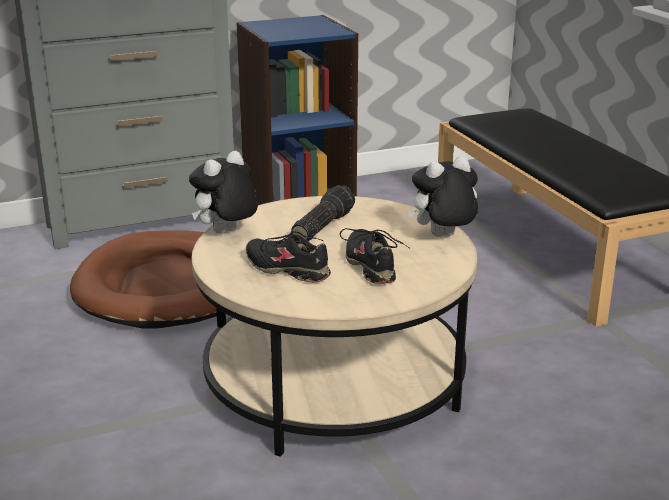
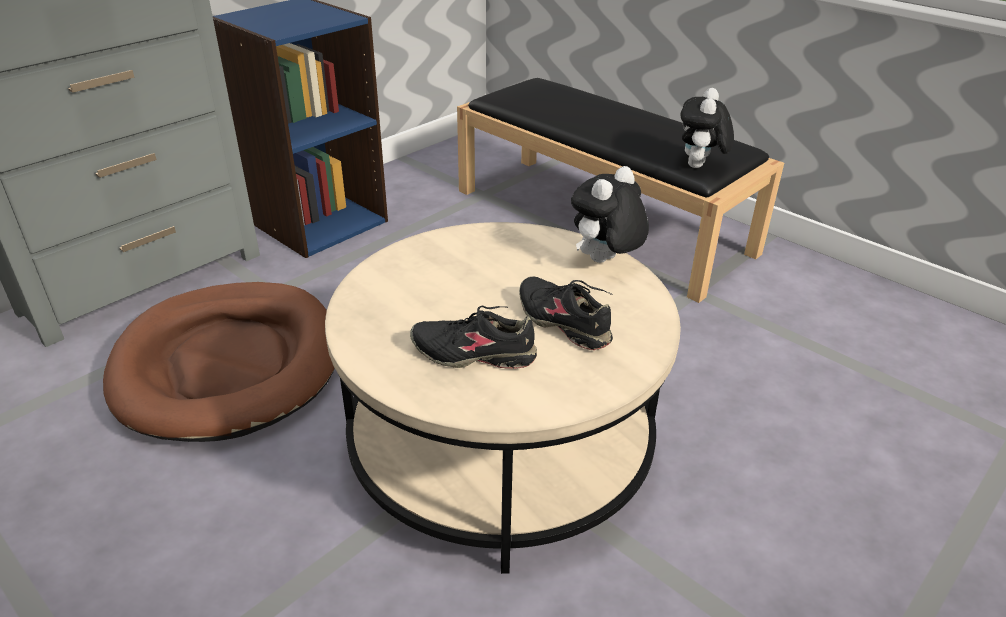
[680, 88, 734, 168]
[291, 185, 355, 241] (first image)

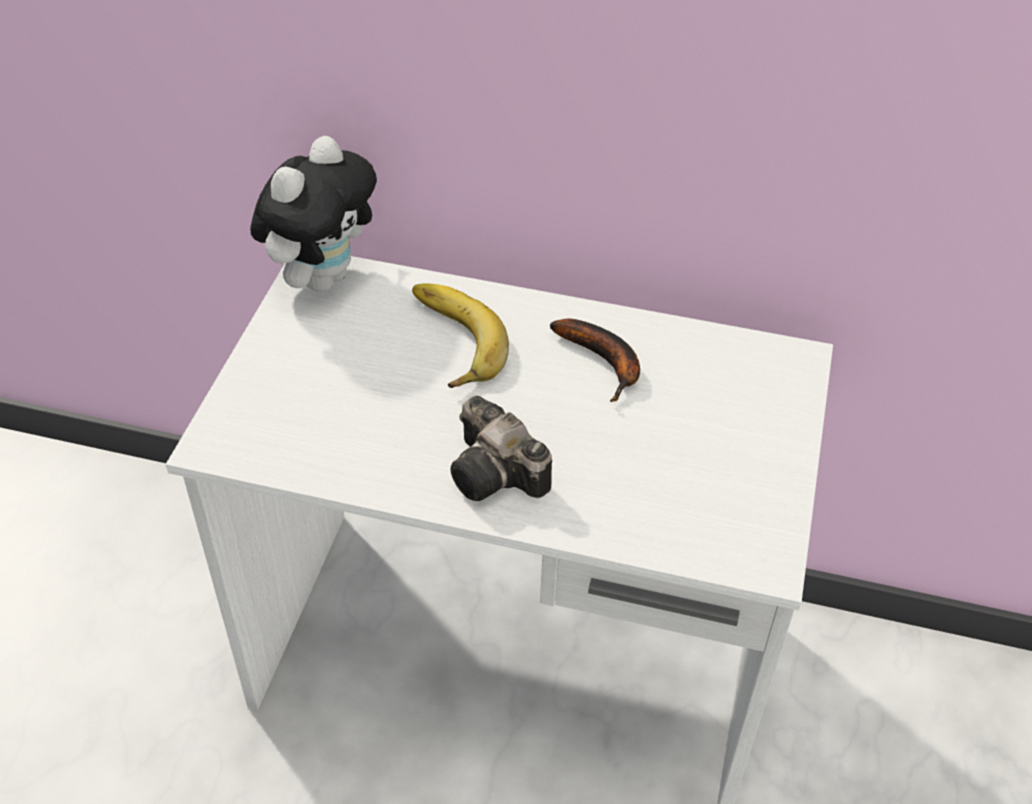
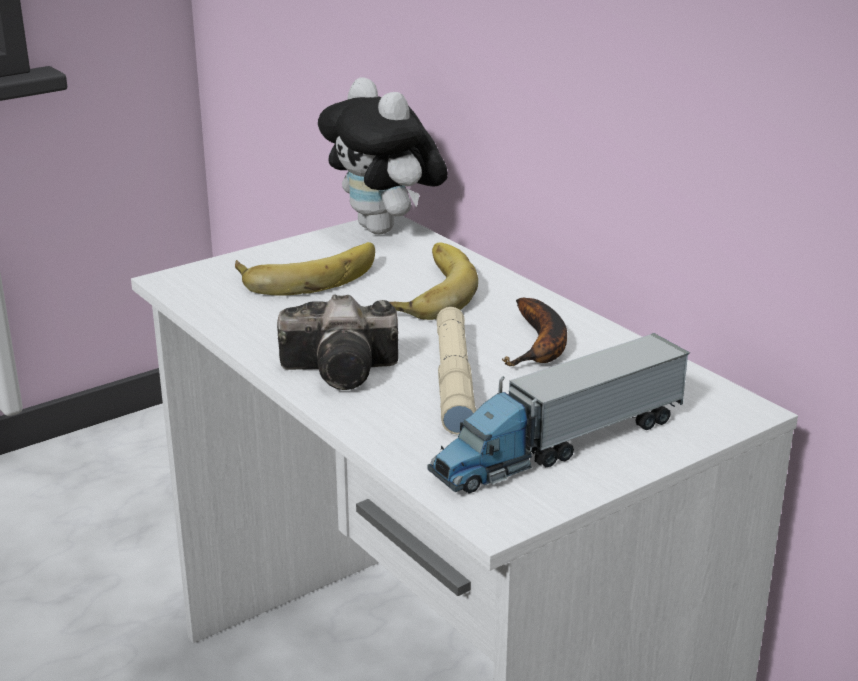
[318, 77, 448, 234]
[277, 294, 398, 390]
[235, 242, 375, 295]
[428, 333, 690, 494]
[436, 307, 476, 435]

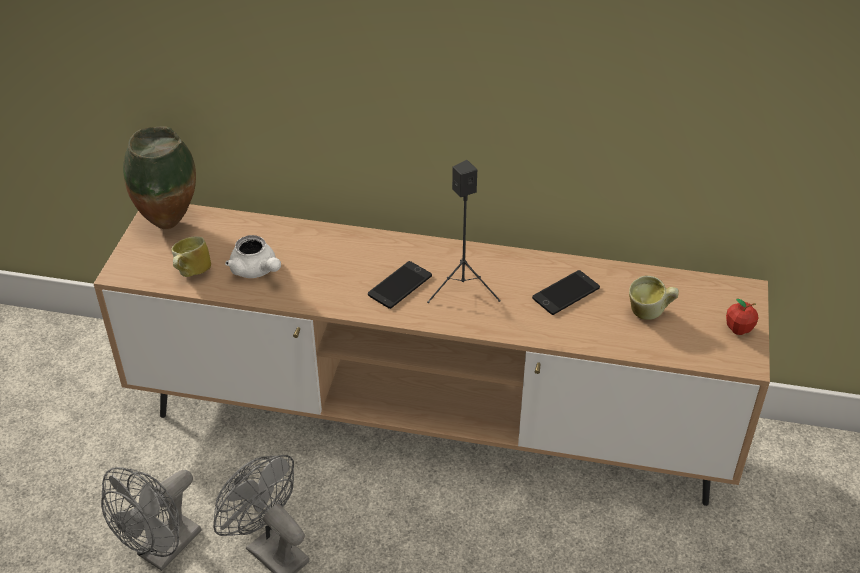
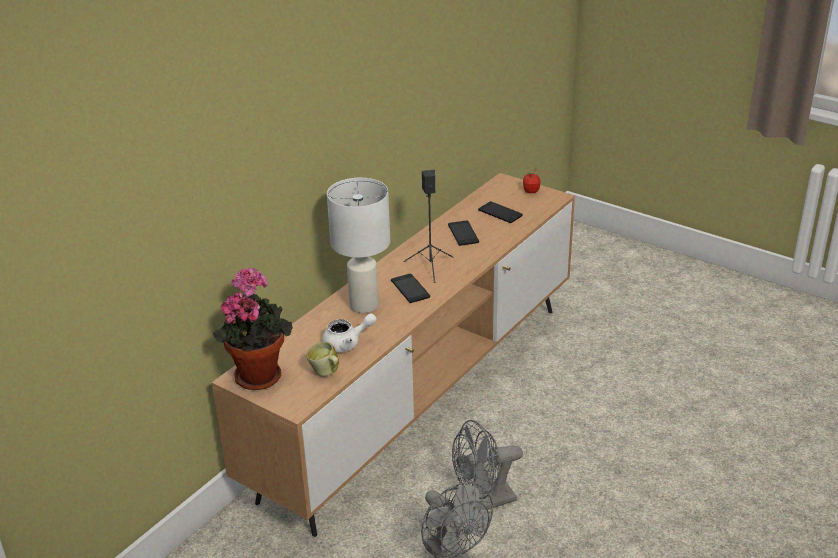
[212, 268, 293, 390]
[478, 201, 523, 223]
[327, 178, 390, 313]

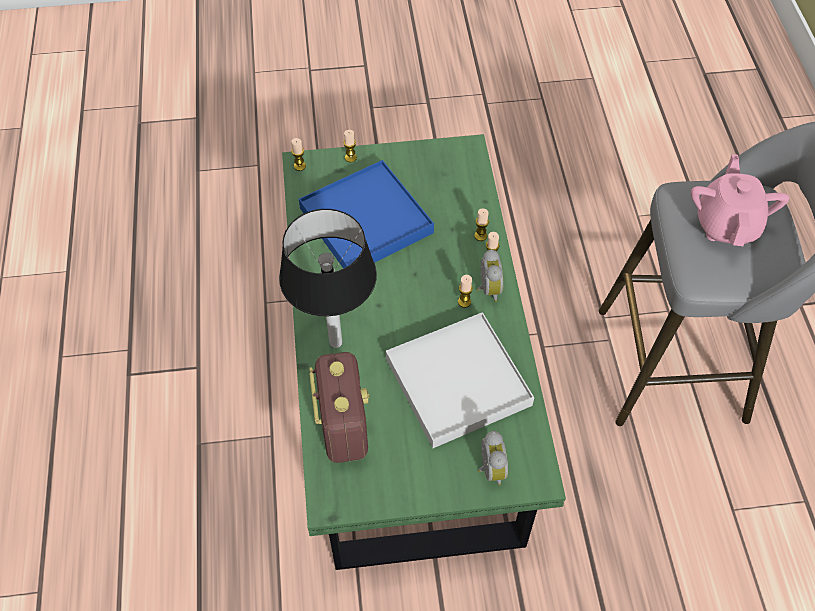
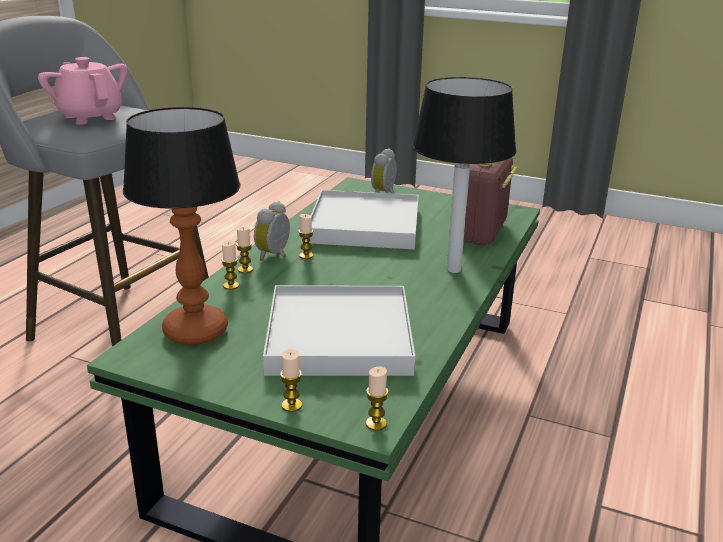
[263, 285, 415, 376]
[38, 57, 128, 125]
[123, 107, 240, 345]

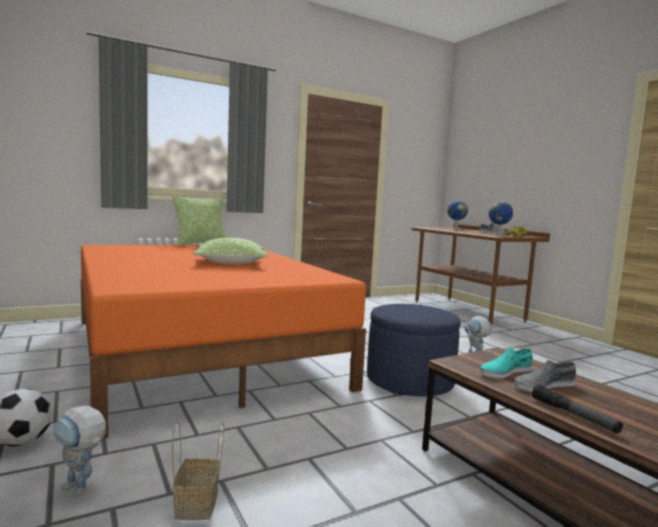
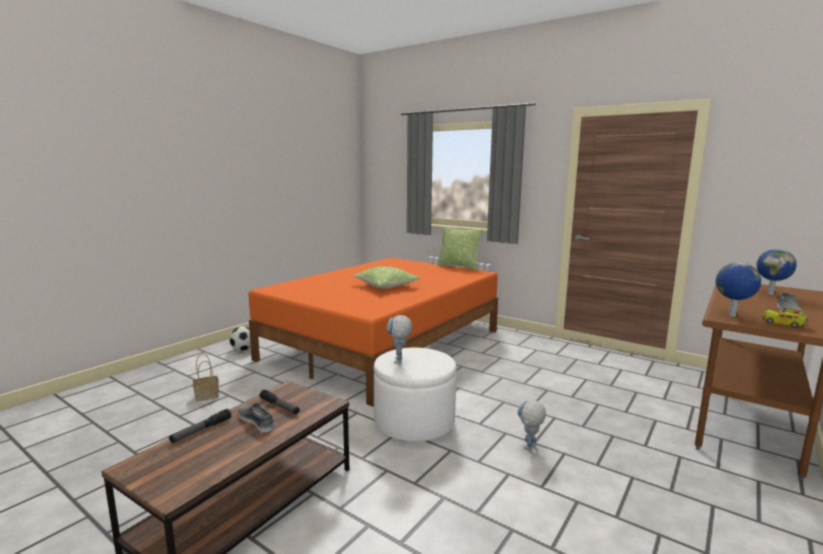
[387, 315, 412, 364]
[374, 348, 456, 442]
[259, 389, 300, 414]

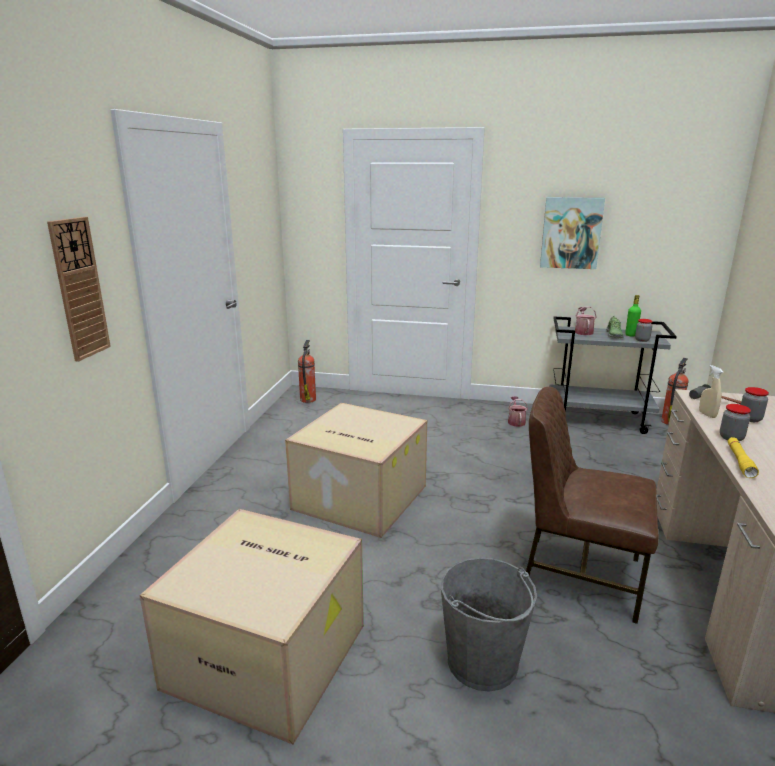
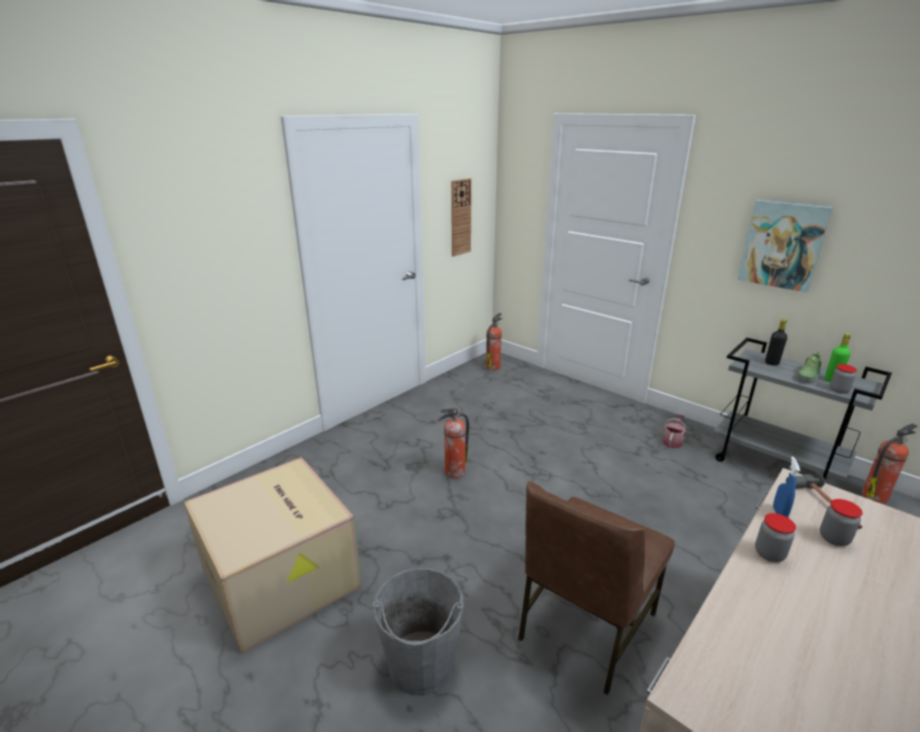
[451, 178, 472, 257]
[437, 408, 469, 478]
[518, 482, 675, 695]
[765, 319, 787, 366]
[773, 457, 800, 517]
[728, 437, 759, 478] (first image)

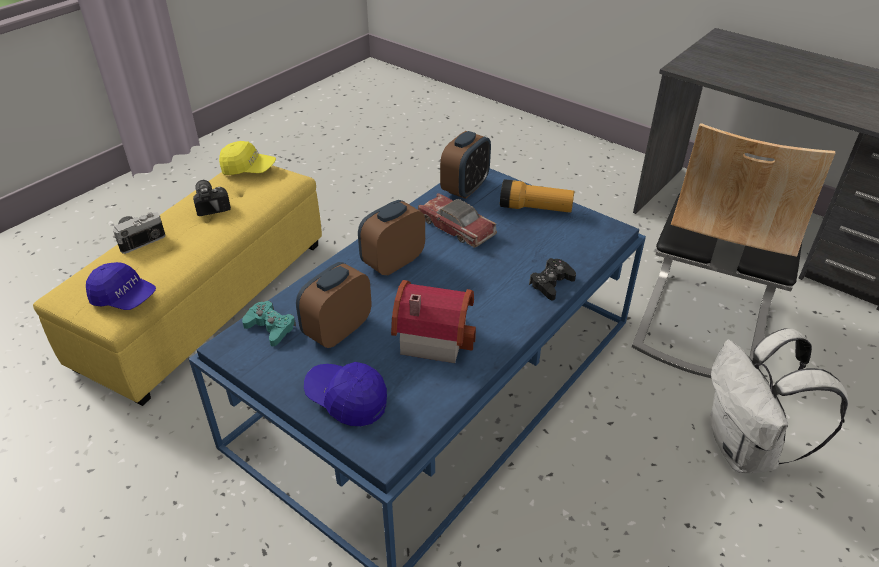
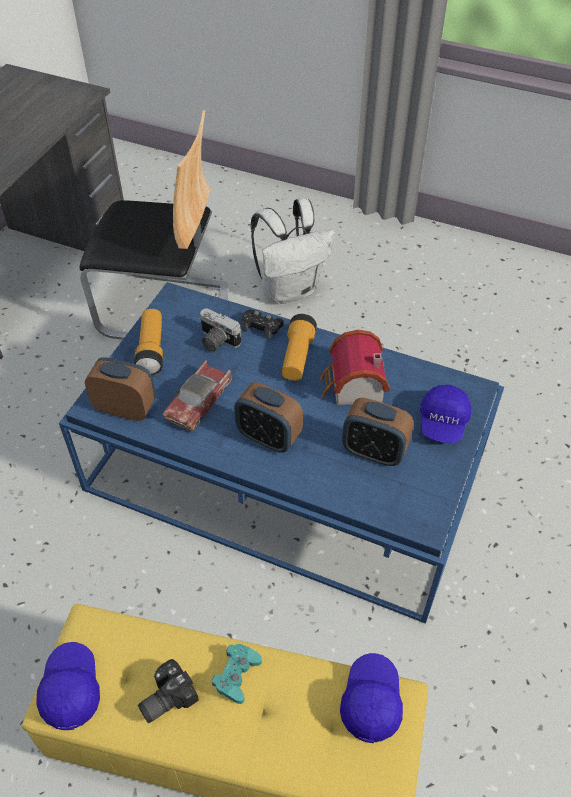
[199, 308, 241, 352]
[36, 642, 100, 730]
[212, 644, 262, 704]
[282, 314, 317, 381]

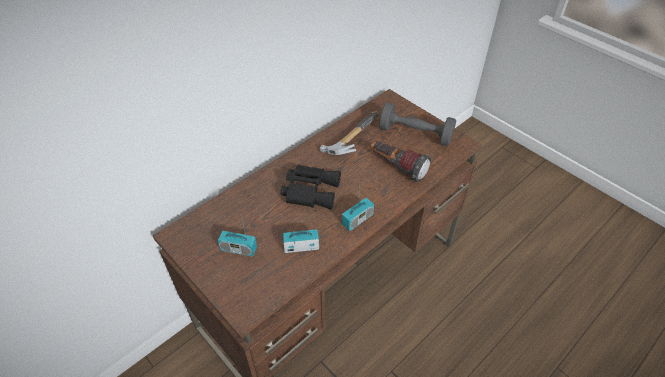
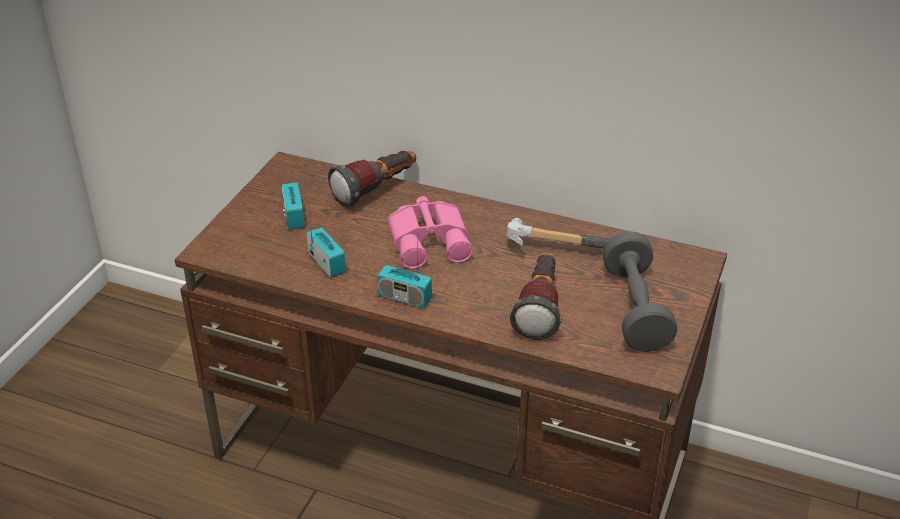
[388, 196, 473, 269]
[328, 151, 416, 207]

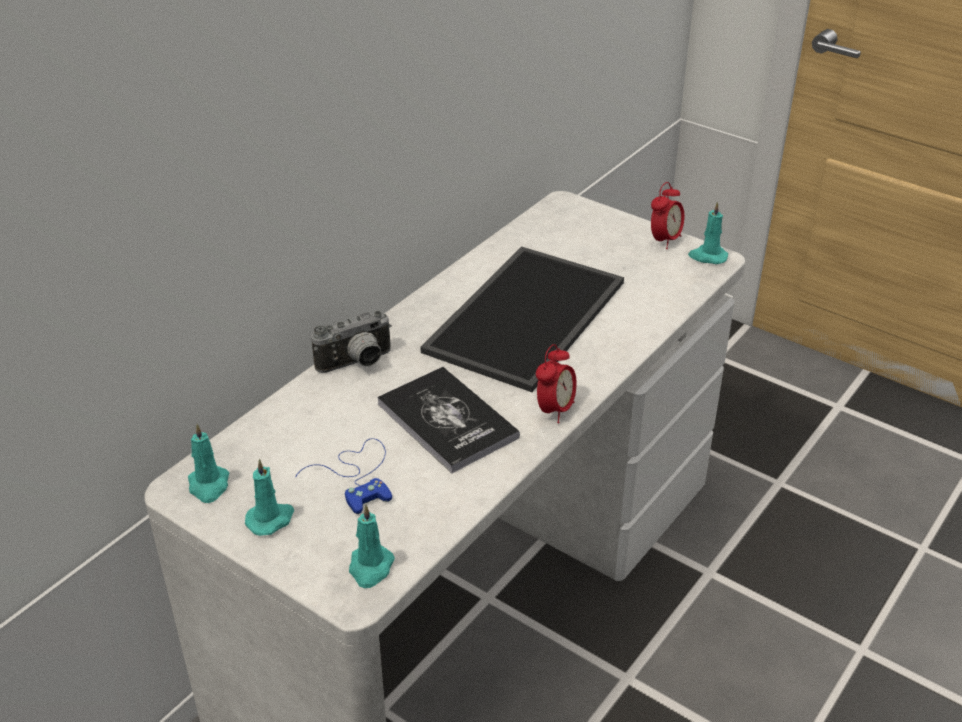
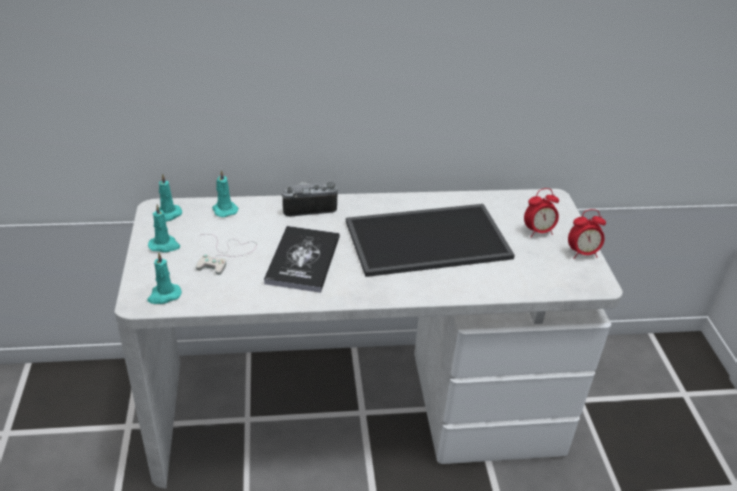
[196, 234, 257, 275]
[281, 181, 337, 217]
[524, 188, 559, 237]
[212, 170, 238, 217]

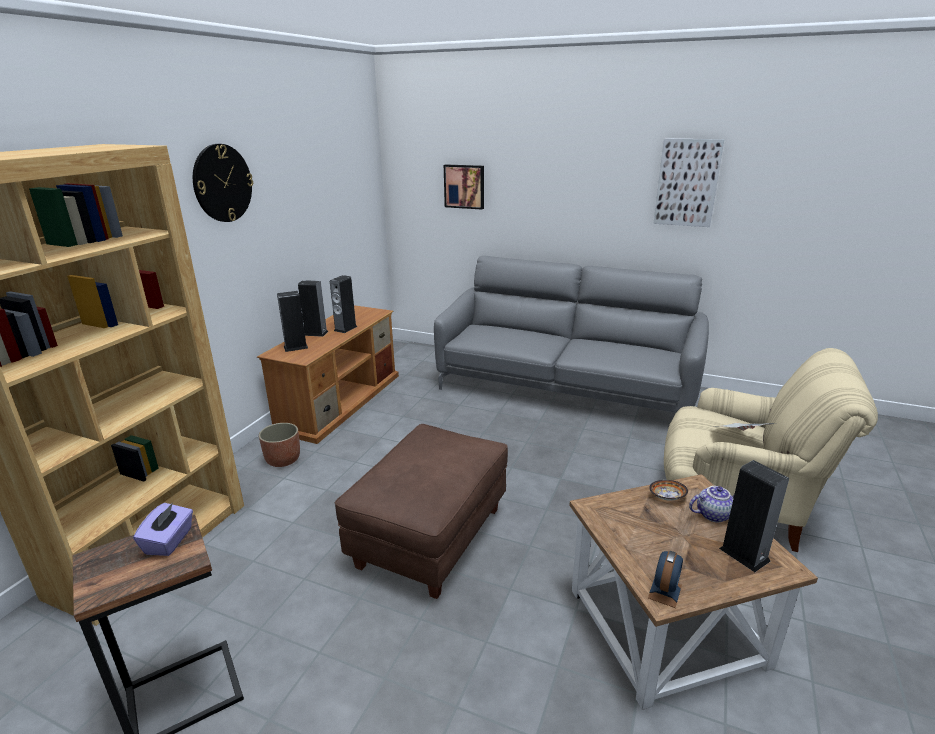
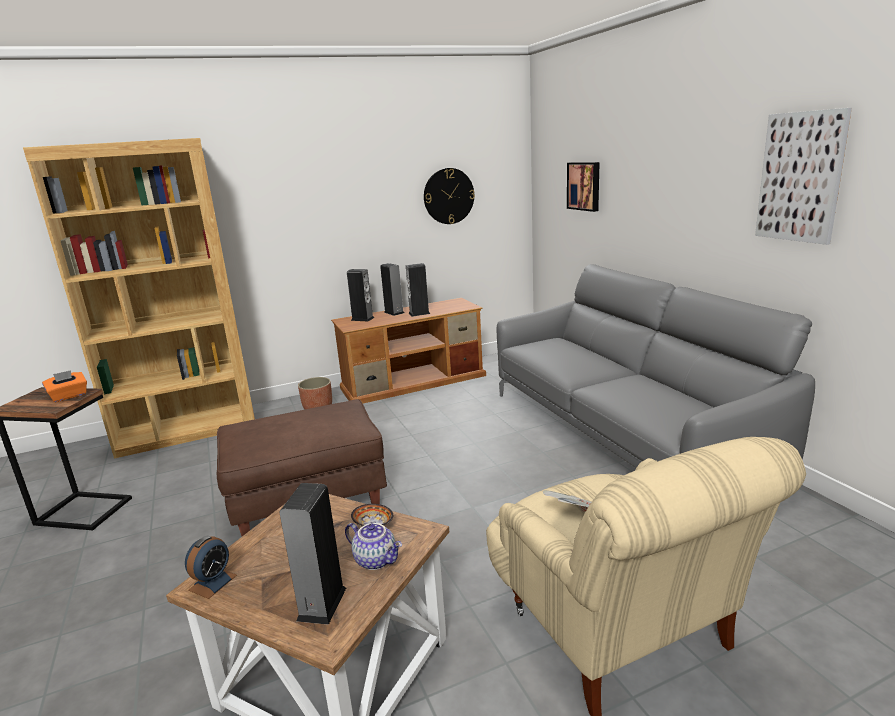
[42, 370, 87, 402]
[424, 168, 475, 224]
[185, 535, 237, 599]

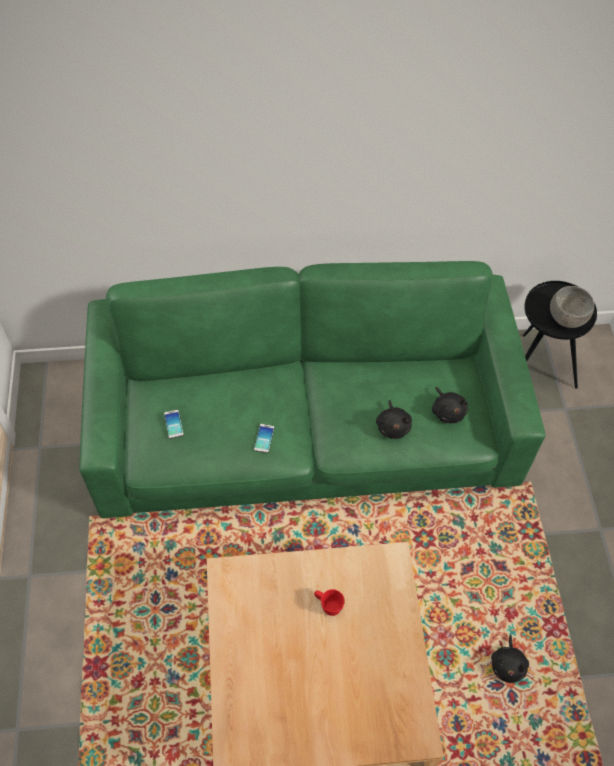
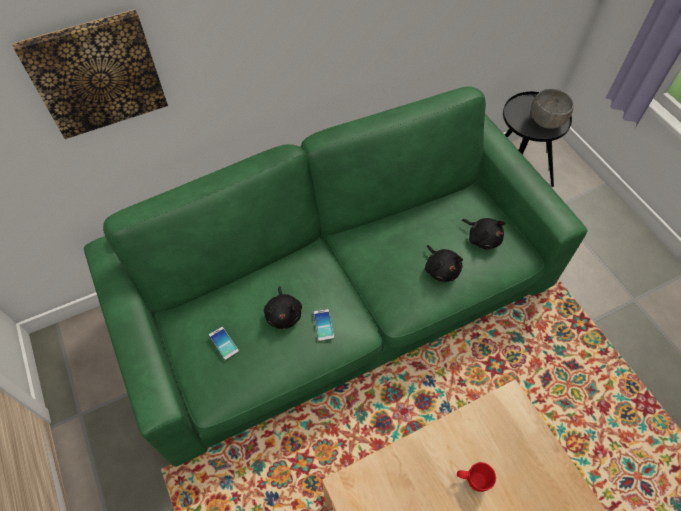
[264, 286, 302, 329]
[12, 9, 168, 139]

